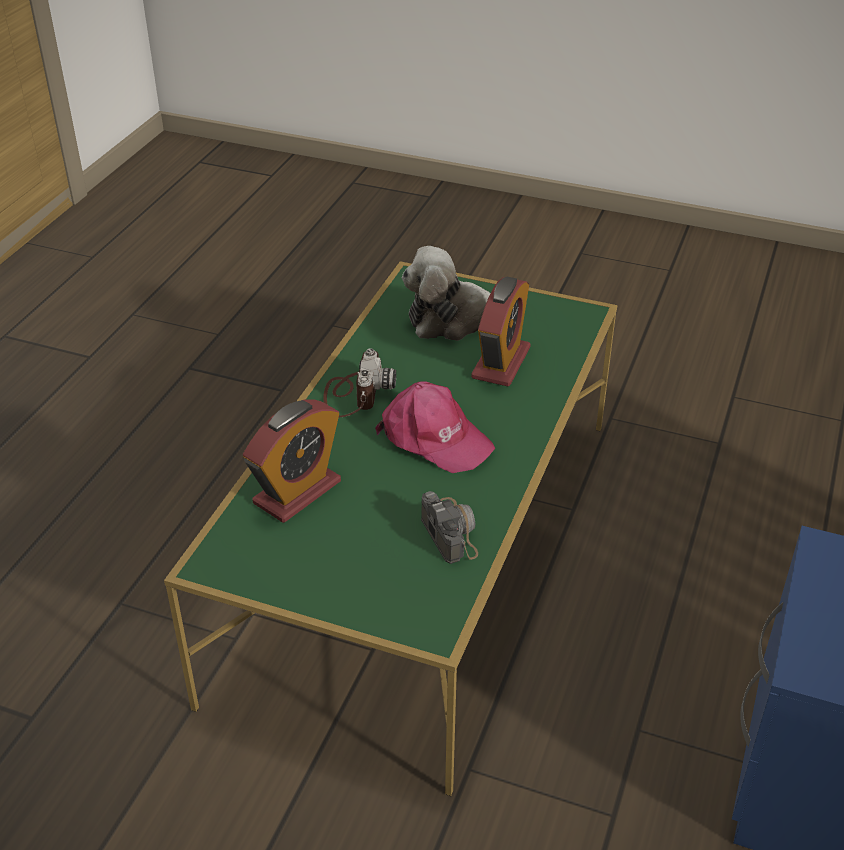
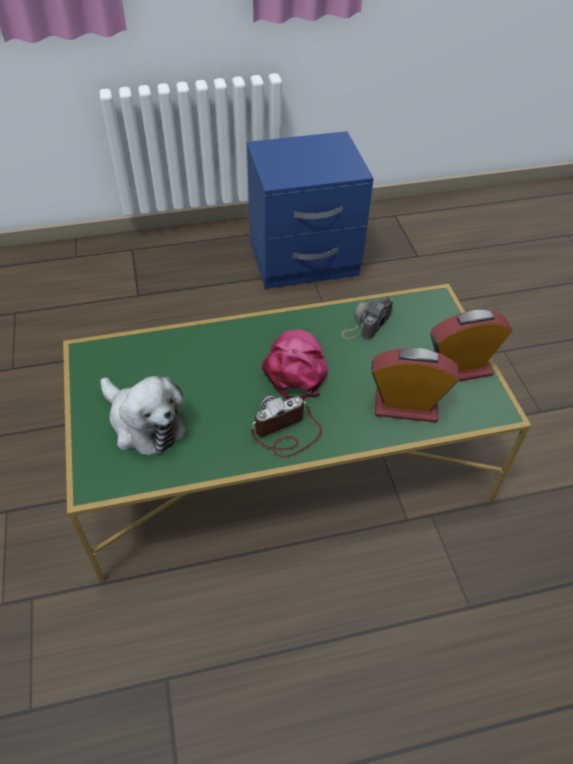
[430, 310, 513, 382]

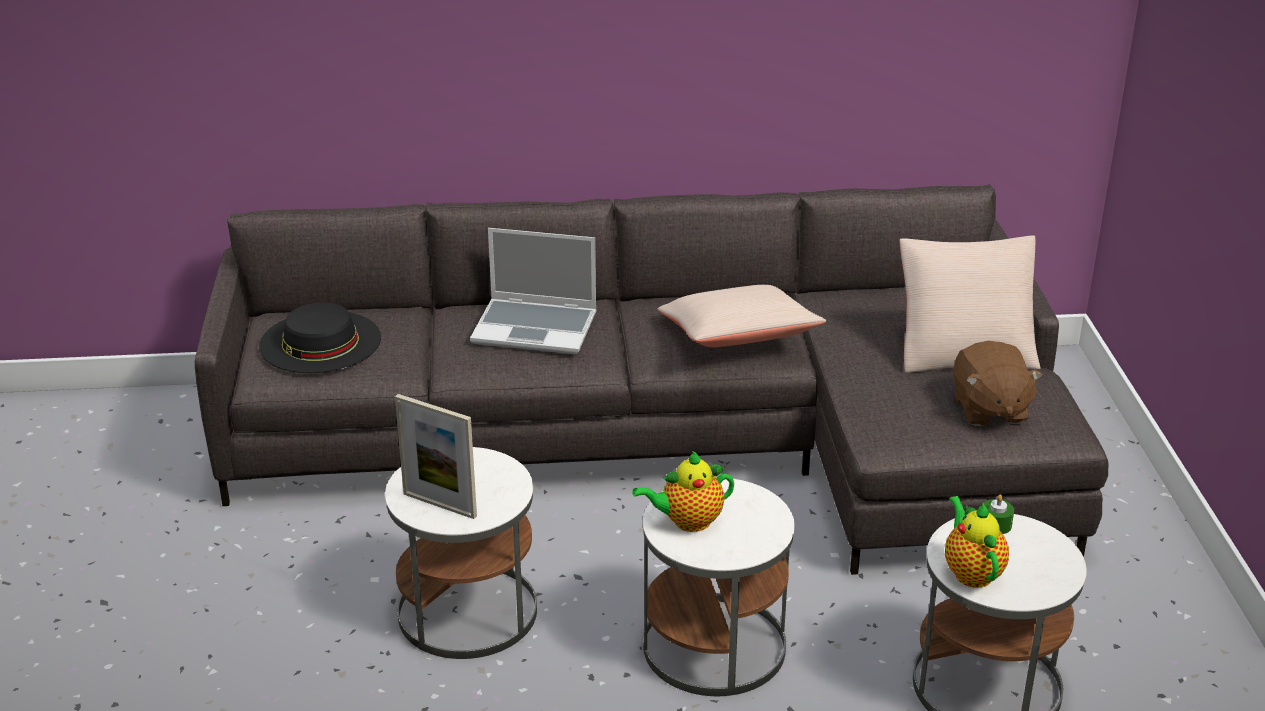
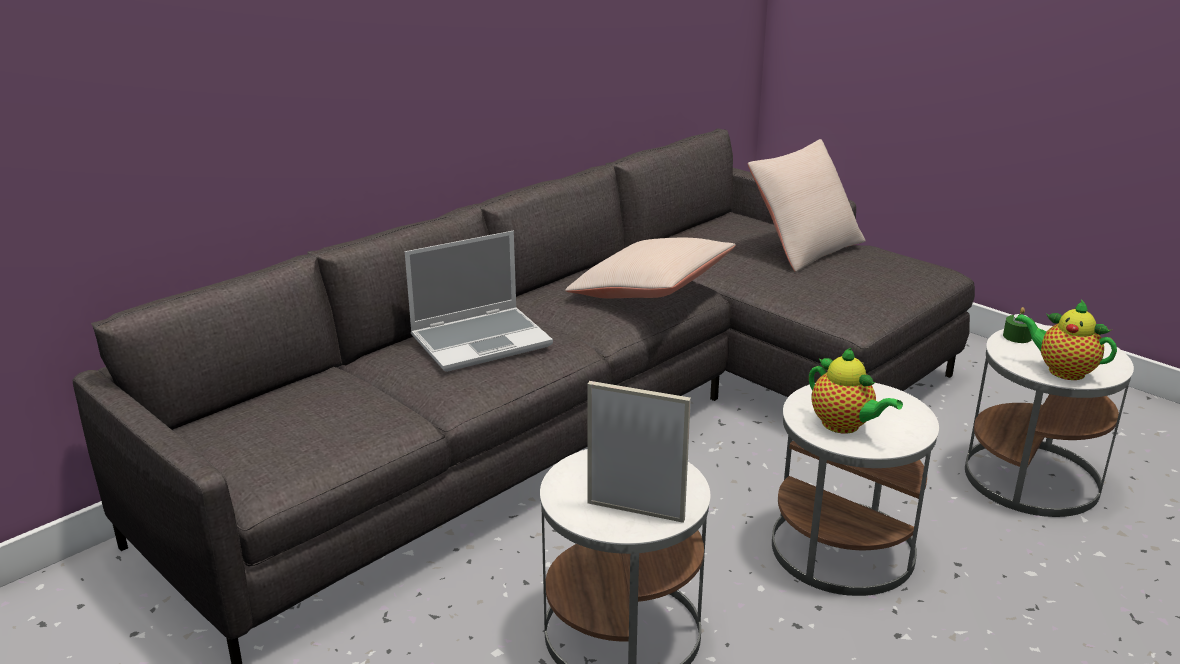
[259, 302, 381, 373] (first image)
[587, 381, 691, 523]
[809, 348, 903, 434]
[953, 341, 1043, 426] (first image)

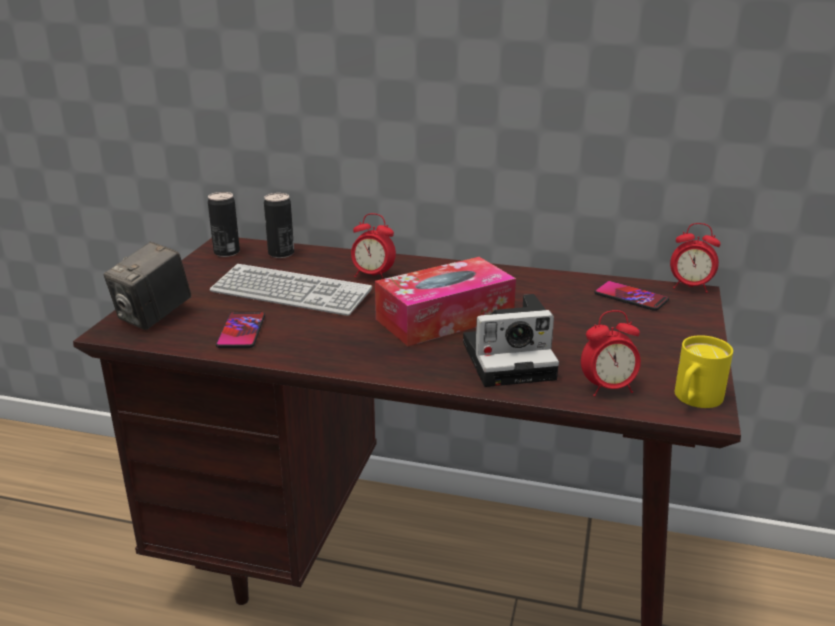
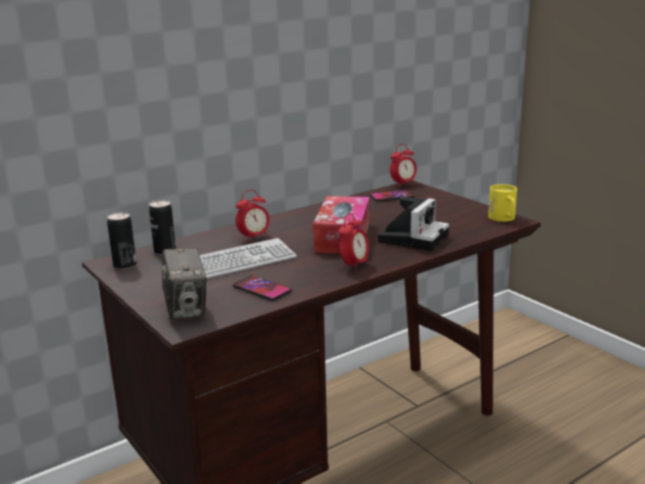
[338, 213, 369, 271]

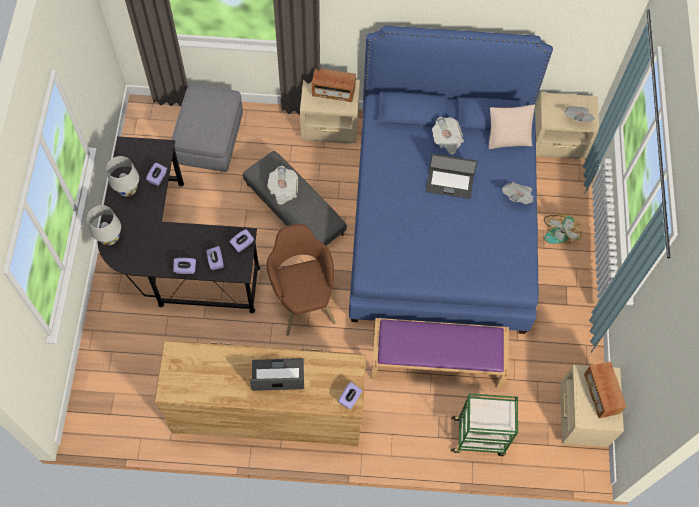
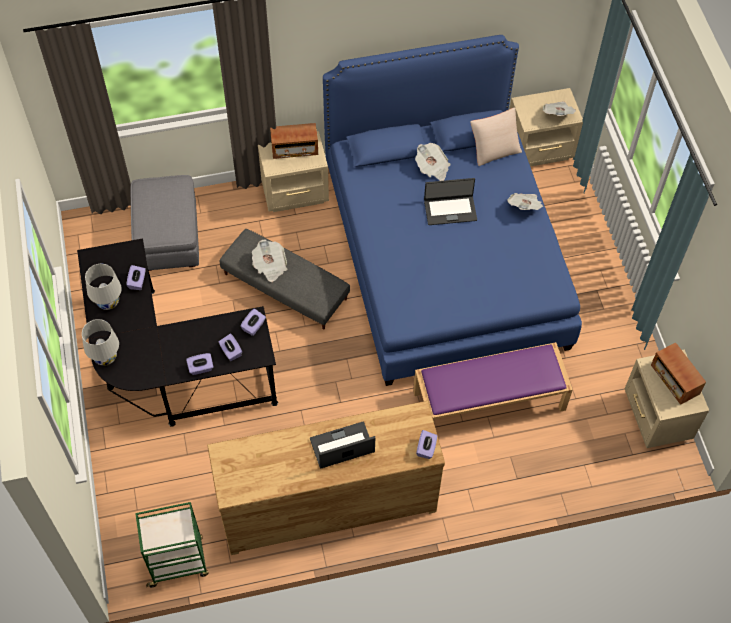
[267, 224, 336, 336] (first image)
[135, 502, 209, 588]
[544, 214, 582, 244] (first image)

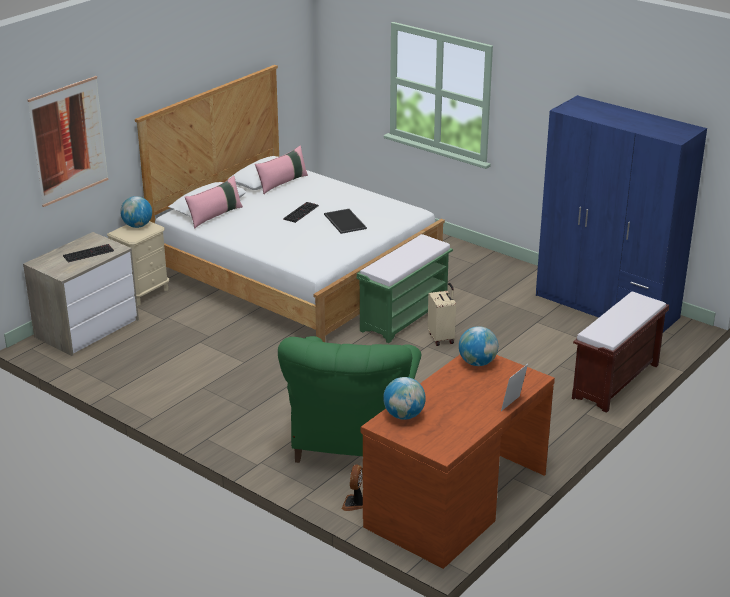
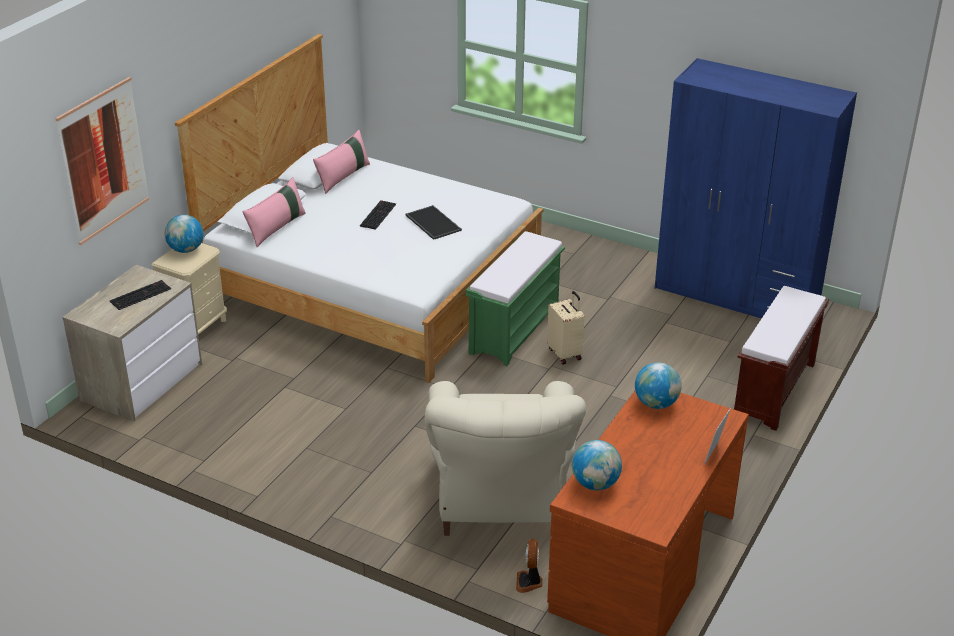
[425, 381, 586, 536]

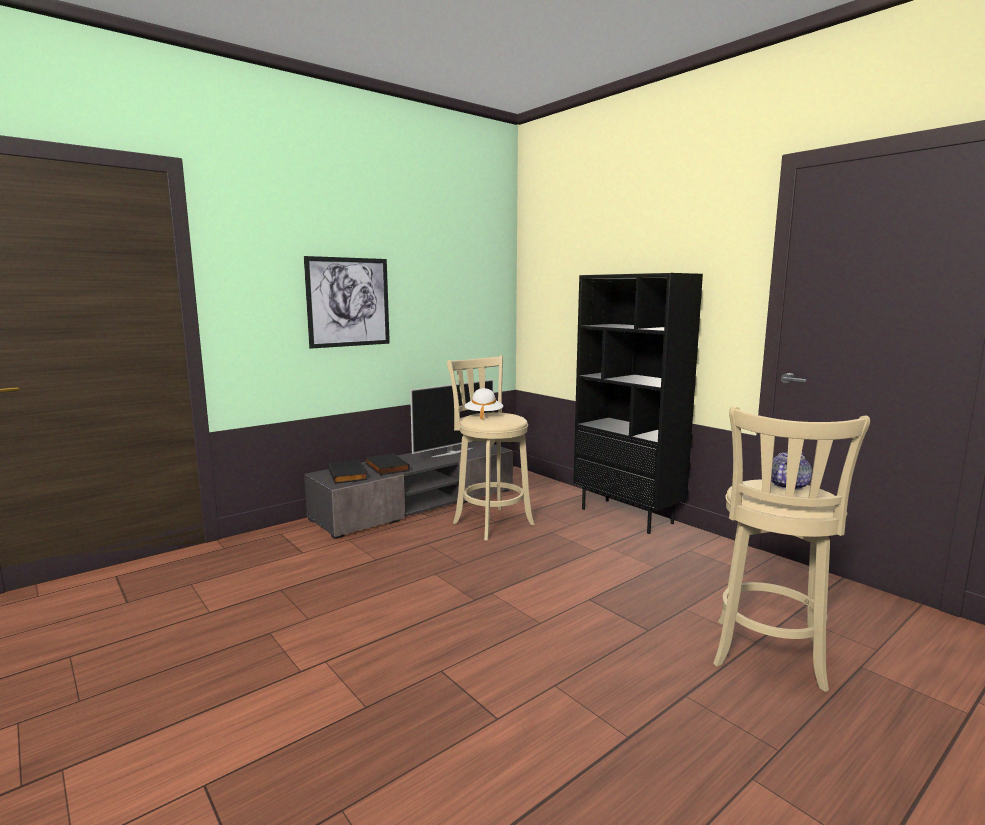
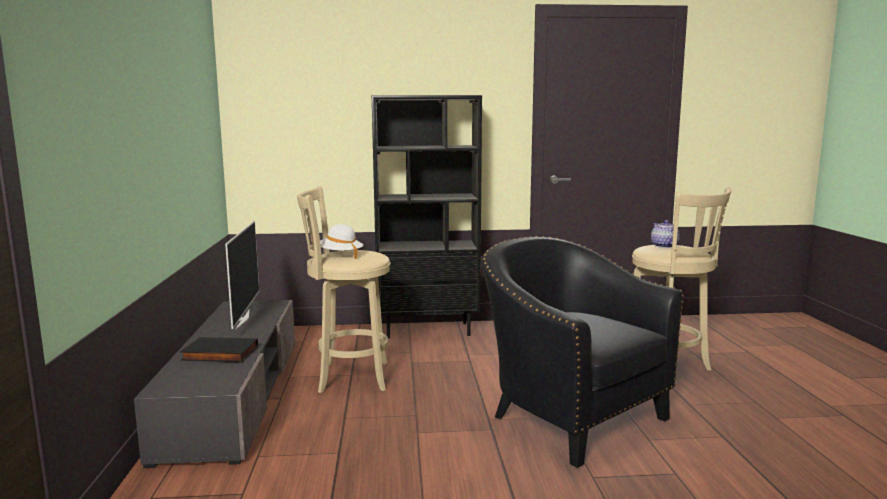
[304, 256, 390, 349] (first image)
[328, 460, 367, 484] (first image)
[481, 236, 684, 468]

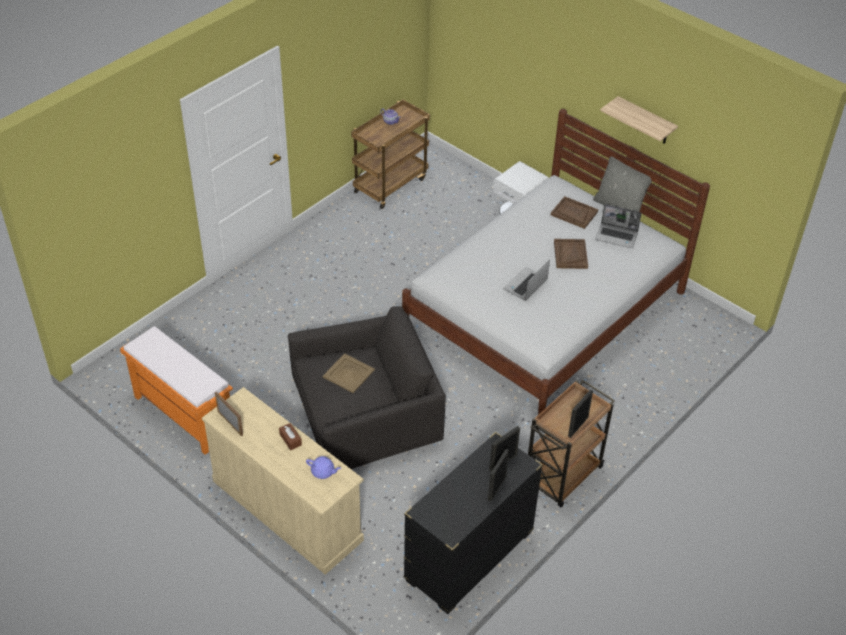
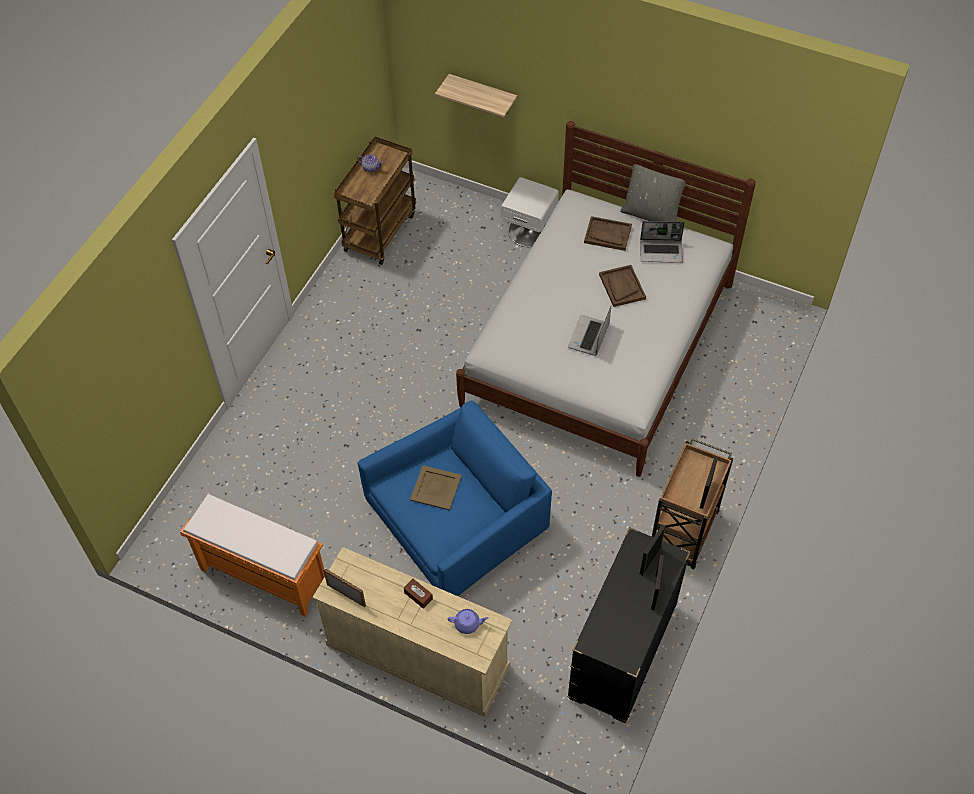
[357, 401, 552, 596]
[435, 74, 517, 117]

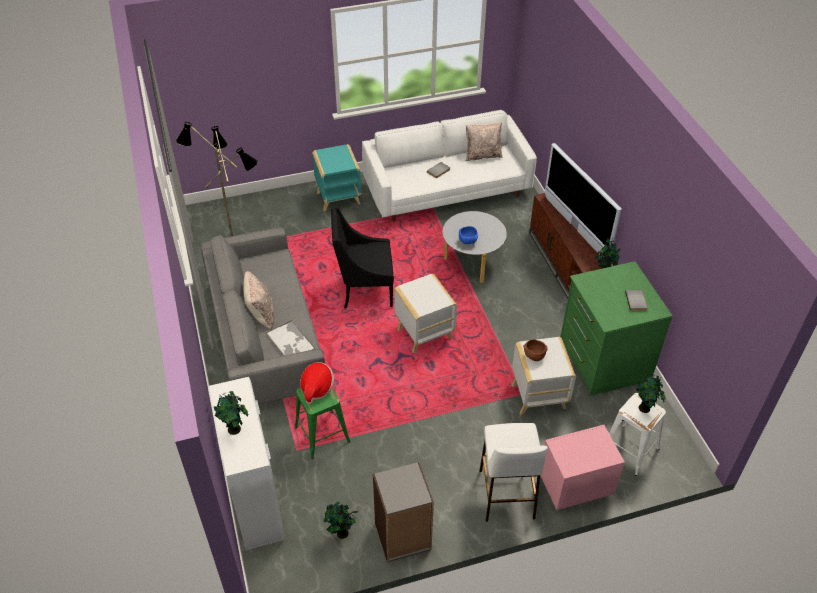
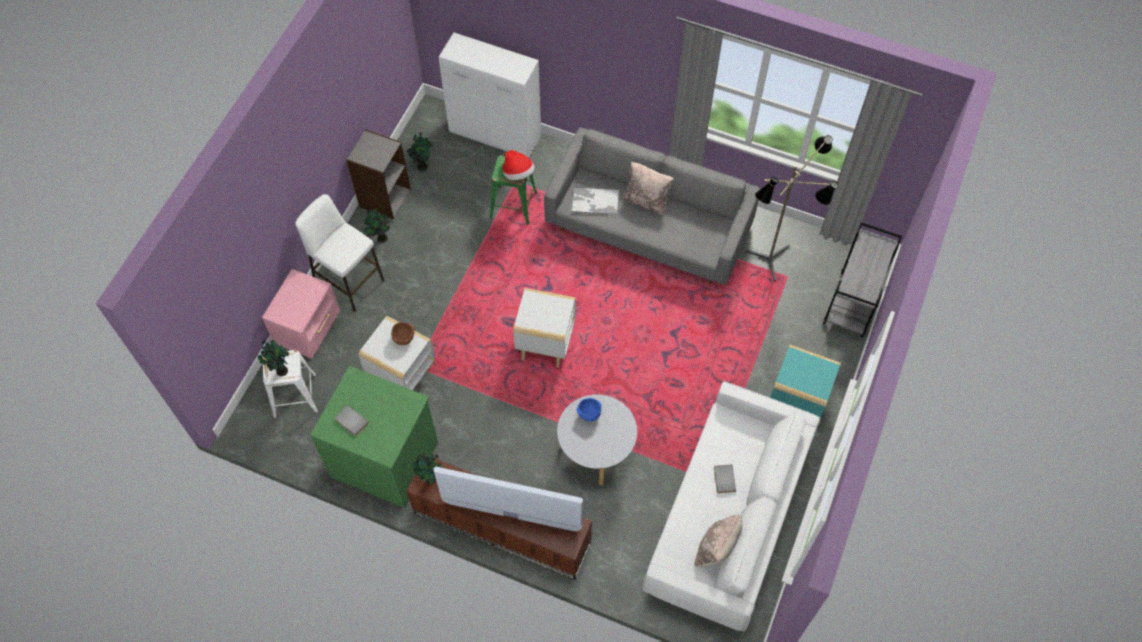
[364, 209, 393, 243]
[331, 206, 394, 308] (first image)
[823, 222, 902, 338]

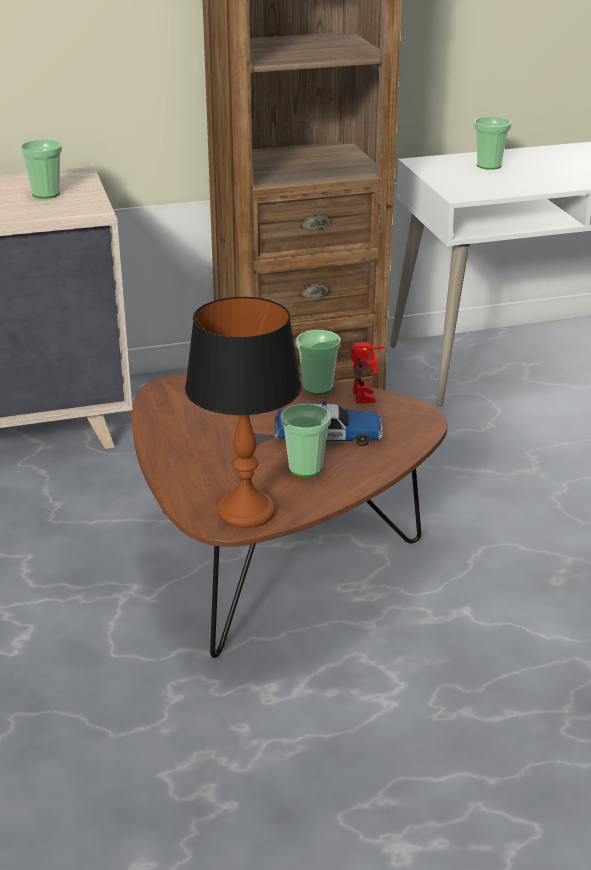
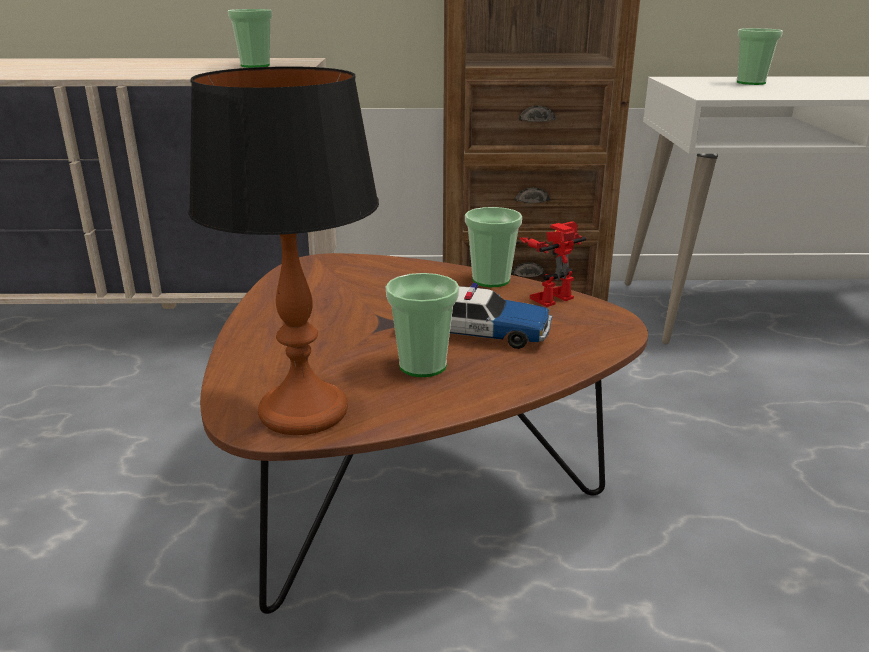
[519, 221, 586, 307]

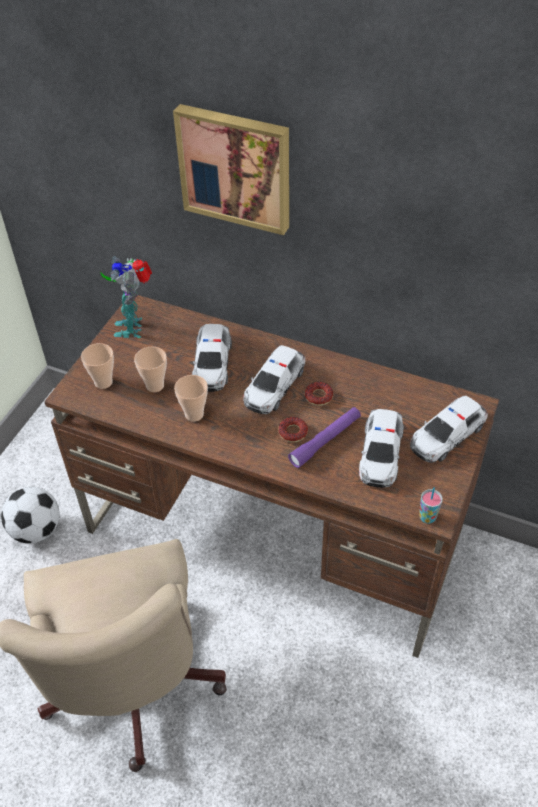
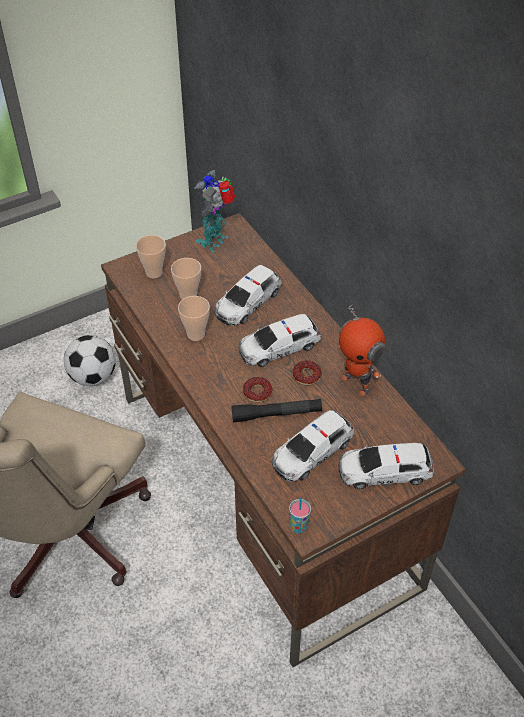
[173, 104, 289, 235] (first image)
[232, 399, 322, 423]
[339, 304, 385, 396]

